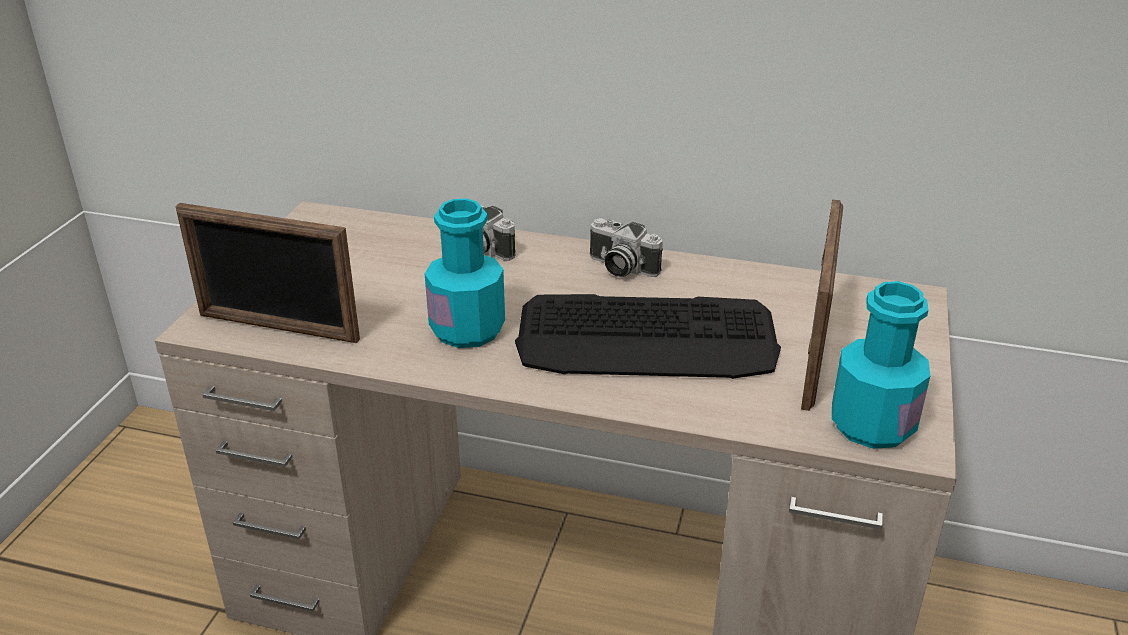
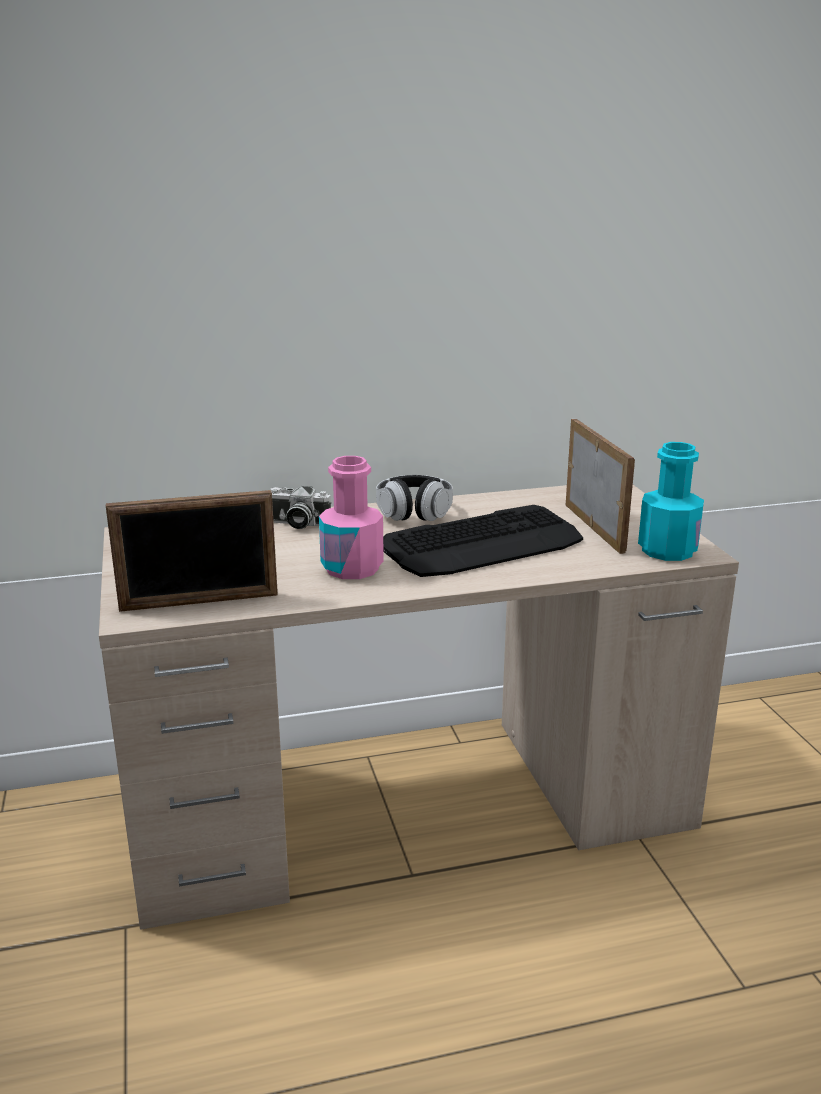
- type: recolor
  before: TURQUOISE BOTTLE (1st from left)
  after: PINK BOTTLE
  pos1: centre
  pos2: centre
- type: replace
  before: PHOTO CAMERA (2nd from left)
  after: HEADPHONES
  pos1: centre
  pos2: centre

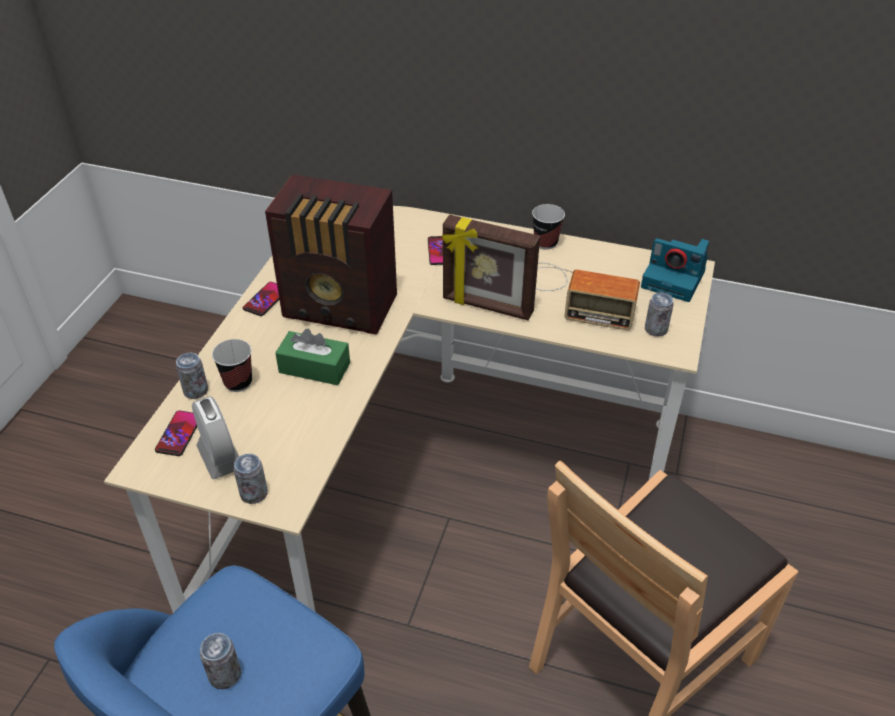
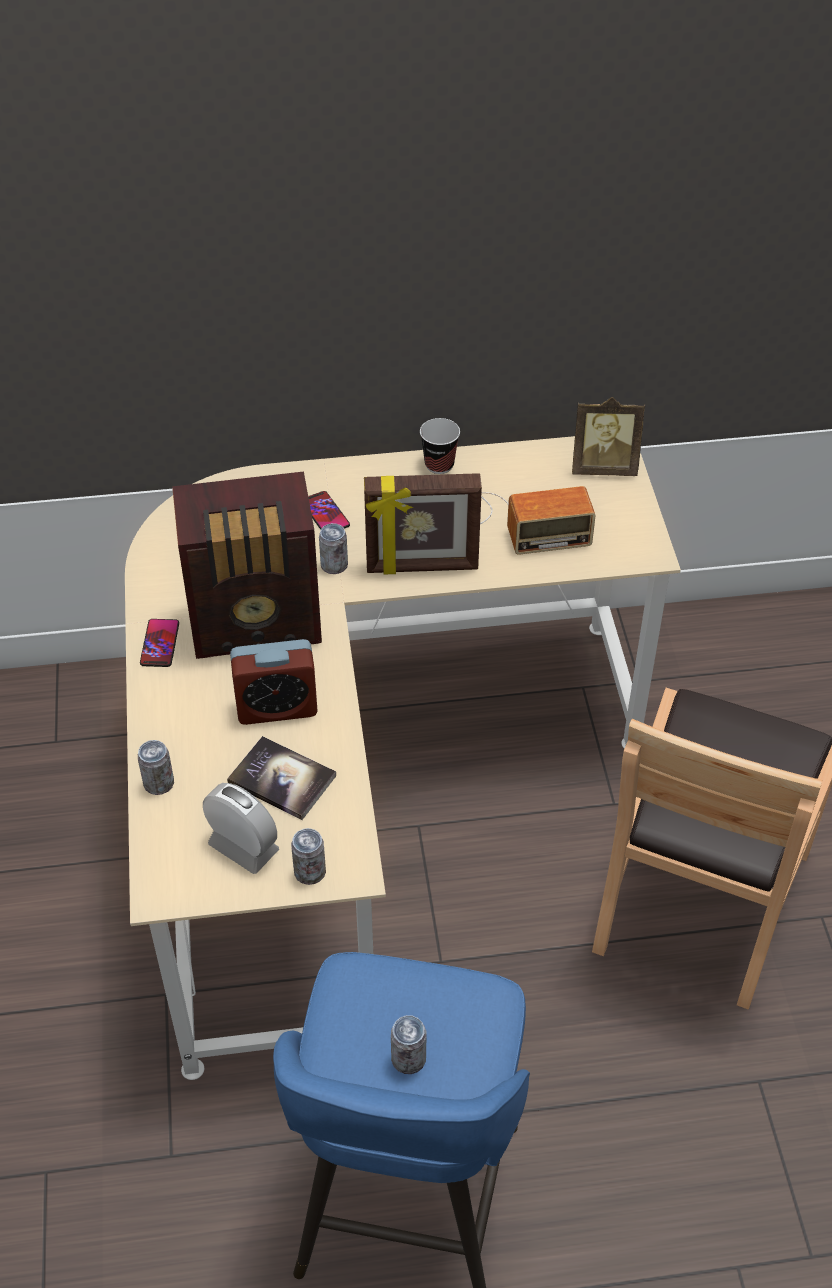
- type: replace
  before: PHOTO CAMERA
  after: PICTURE FRAME (2nd from left)
  pos1: middle right
  pos2: middle right
- type: move
  before: CAN (4th from left in the first image)
  after: CAN (3rd from left)
  pos1: middle right
  pos2: centre
- type: replace
  before: GREEN TISSUE BOX
  after: ALARM CLOCK (2nd from left)
  pos1: centre
  pos2: middle left
- type: delete
  before: CUP (1st from left)
  pos1: middle left
- type: delete
  before: PHONE (1st from left)
  pos1: middle left
- type: insert
  after: BOOK
  pos2: centre

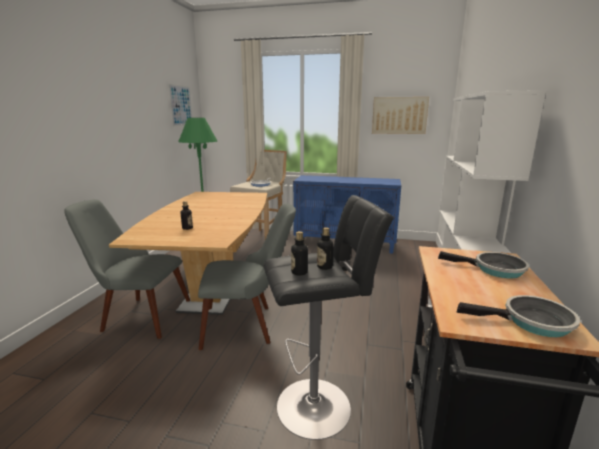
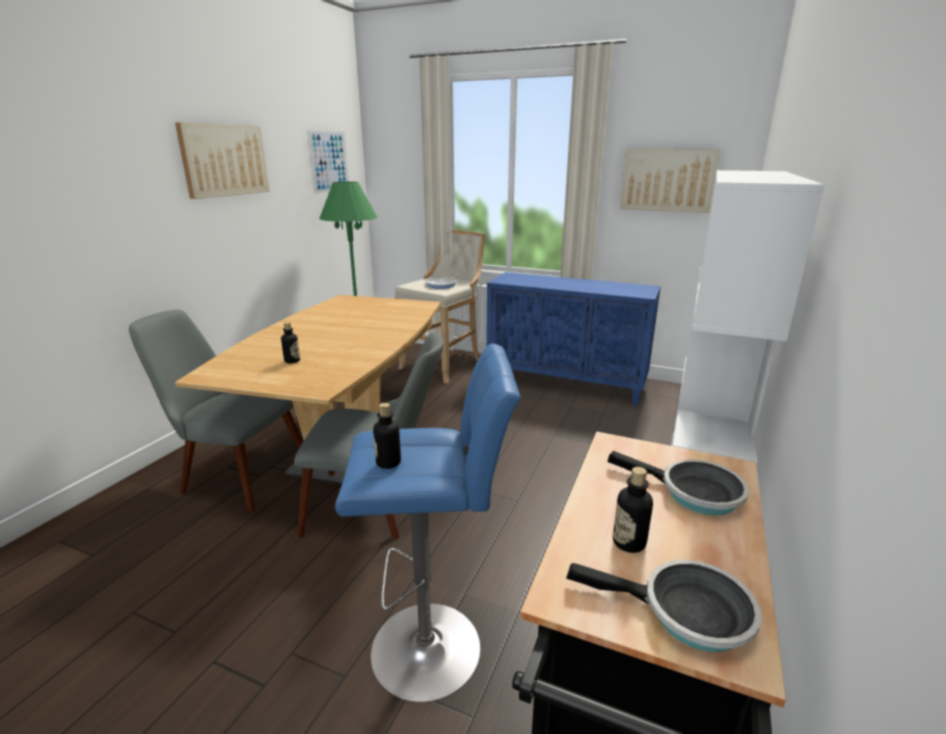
- type: recolor
  before: BLACK STOOL
  after: BLUE STOOL
  pos1: bottom centre
  pos2: bottom centre
- type: move
  before: BOTTLE (3rd from left)
  pos1: centre
  pos2: bottom right
- type: insert
  after: PICTURE (1st from left)
  pos2: top left

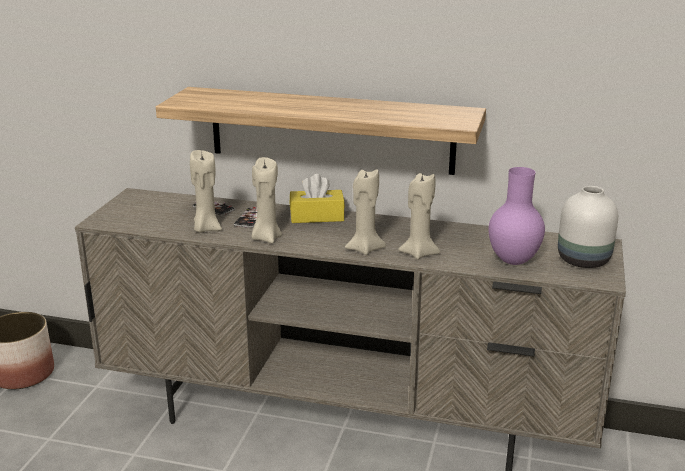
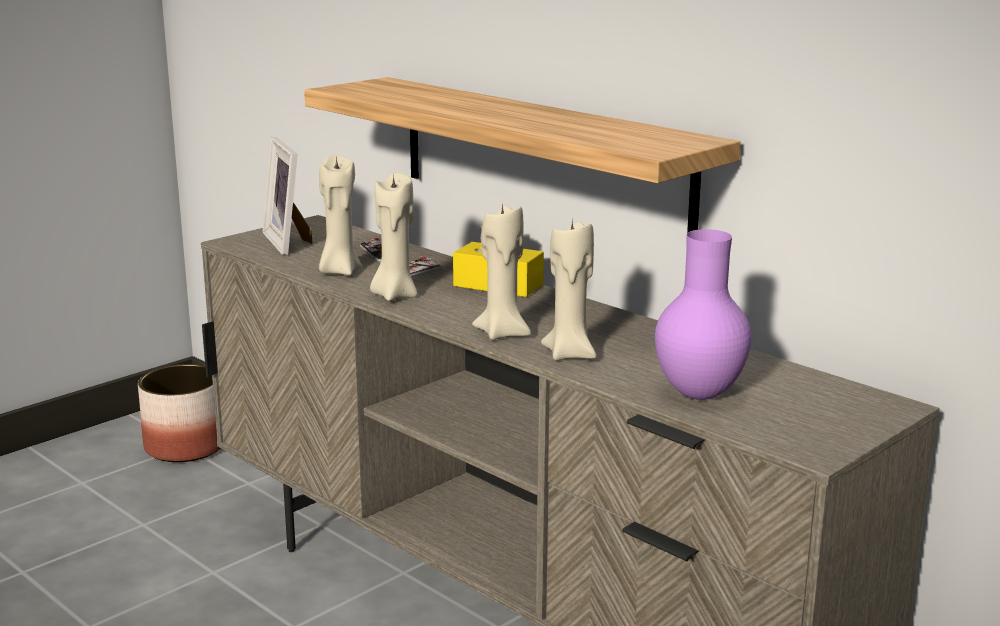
- type: delete
  before: WHITE VASE
  pos1: middle right
- type: insert
  after: PICTURE FRAME
  pos2: top left

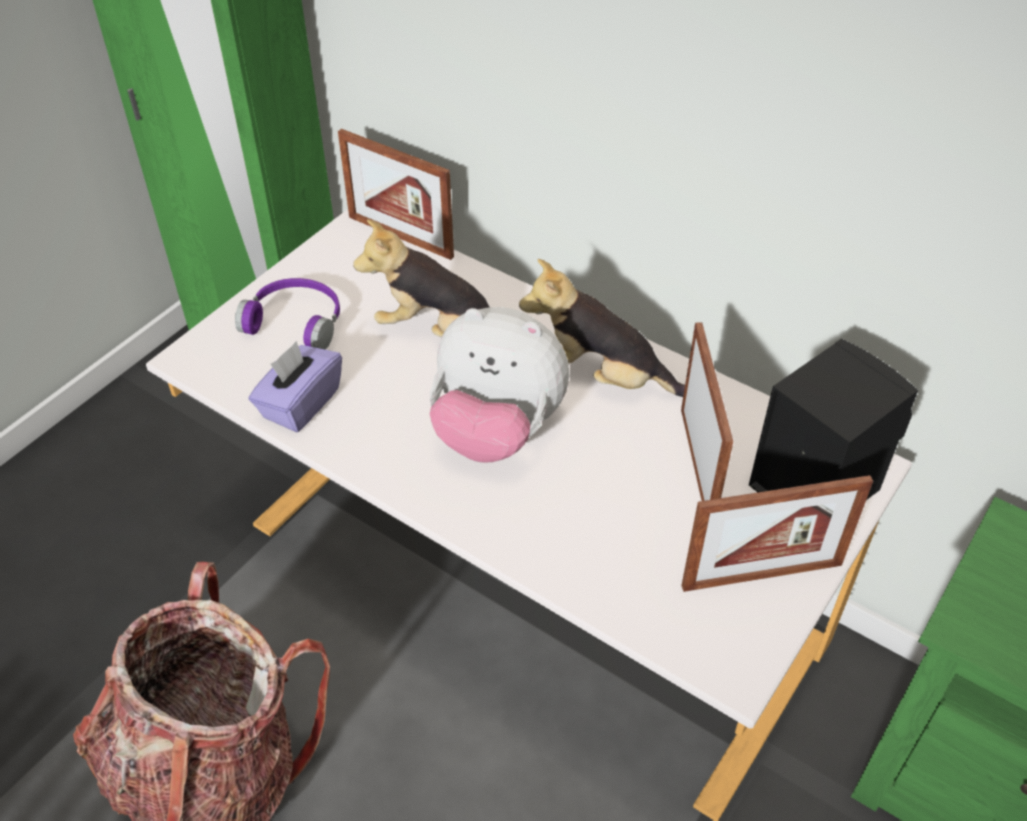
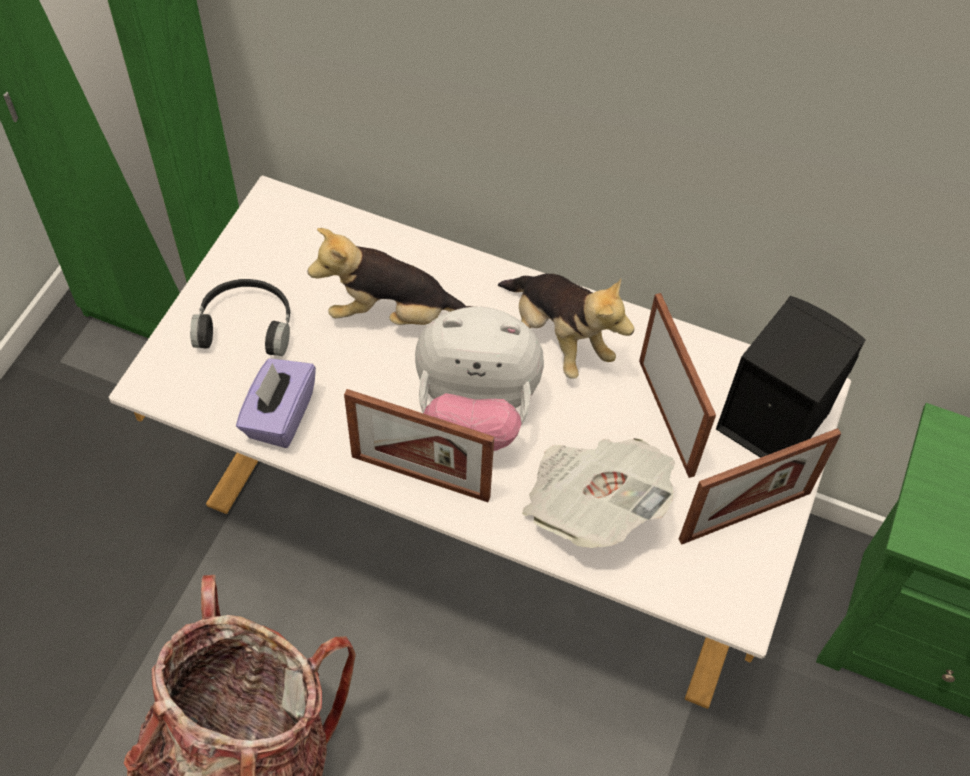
- type: move
  before: PICTURE FRAME (1st from left)
  pos1: top centre
  pos2: centre
- type: rotate
  before: PLUSH TOY (3rd from left)
  pos1: centre
  pos2: centre
  turn: -135
- type: recolor
  before: PURPLE HEADPHONES
  after: BLACK HEADPHONES
  pos1: middle left
  pos2: middle left
- type: insert
  after: NEWSPAPER
  pos2: centre

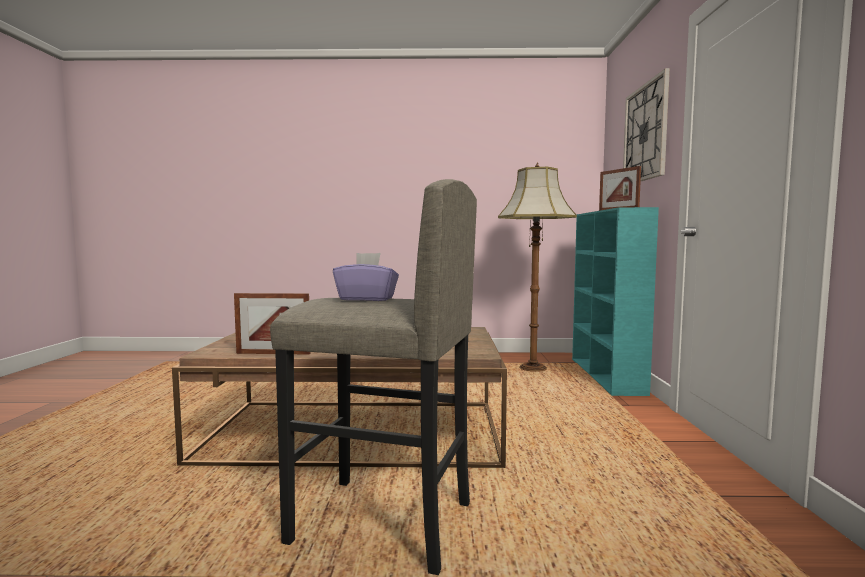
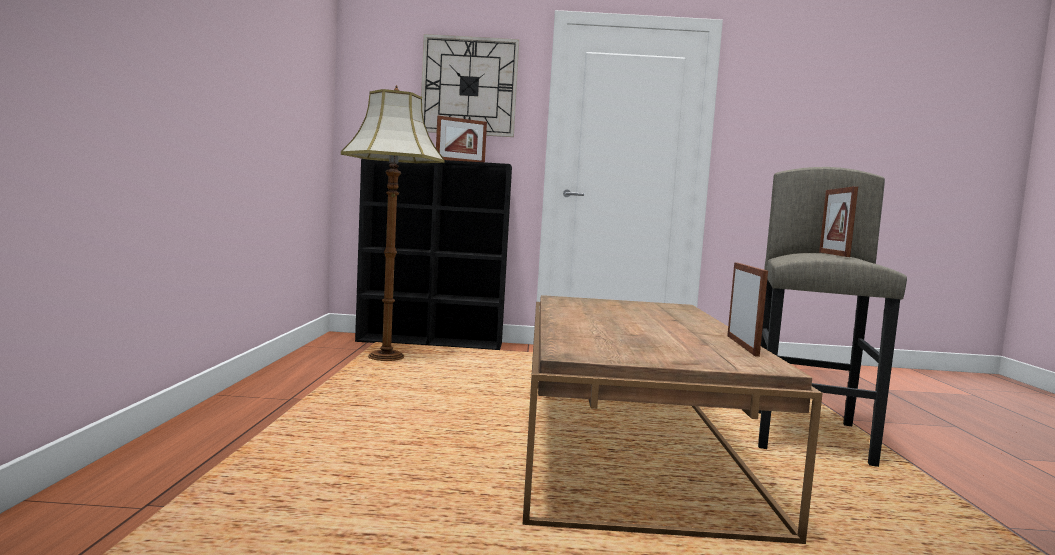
- type: recolor
  before: TURQUOISE BOOKCASE
  after: BLACK BOOKCASE
  pos1: middle right
  pos2: centre
- type: replace
  before: PURPLE TISSUE BOX
  after: PICTURE FRAME (3rd from left)
  pos1: centre
  pos2: middle right

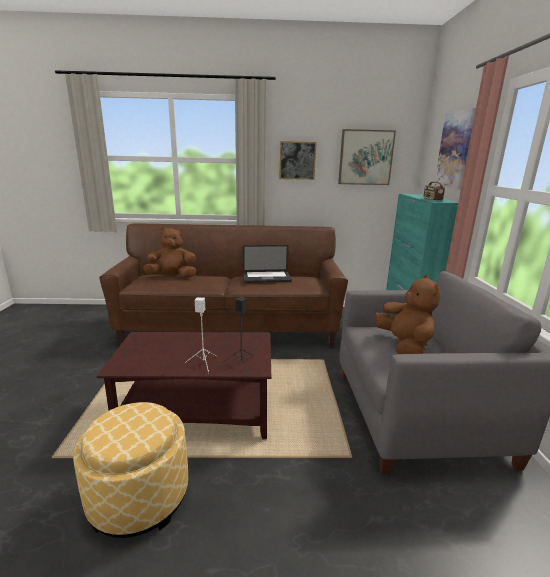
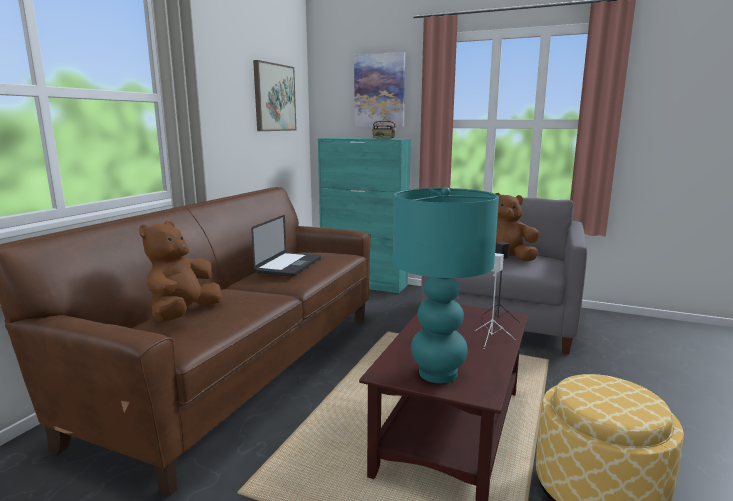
- type: delete
  before: PICTURE (1st from left)
  pos1: top centre
- type: insert
  after: TURQUOISE TABLE LAMP
  pos2: centre

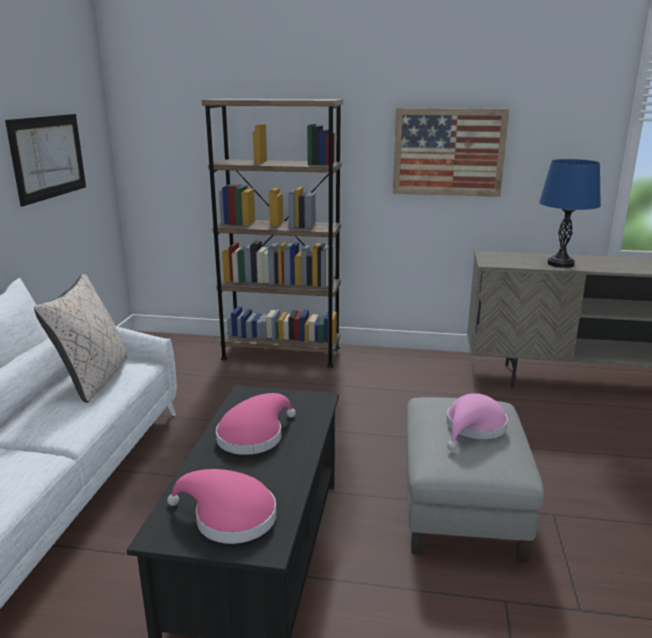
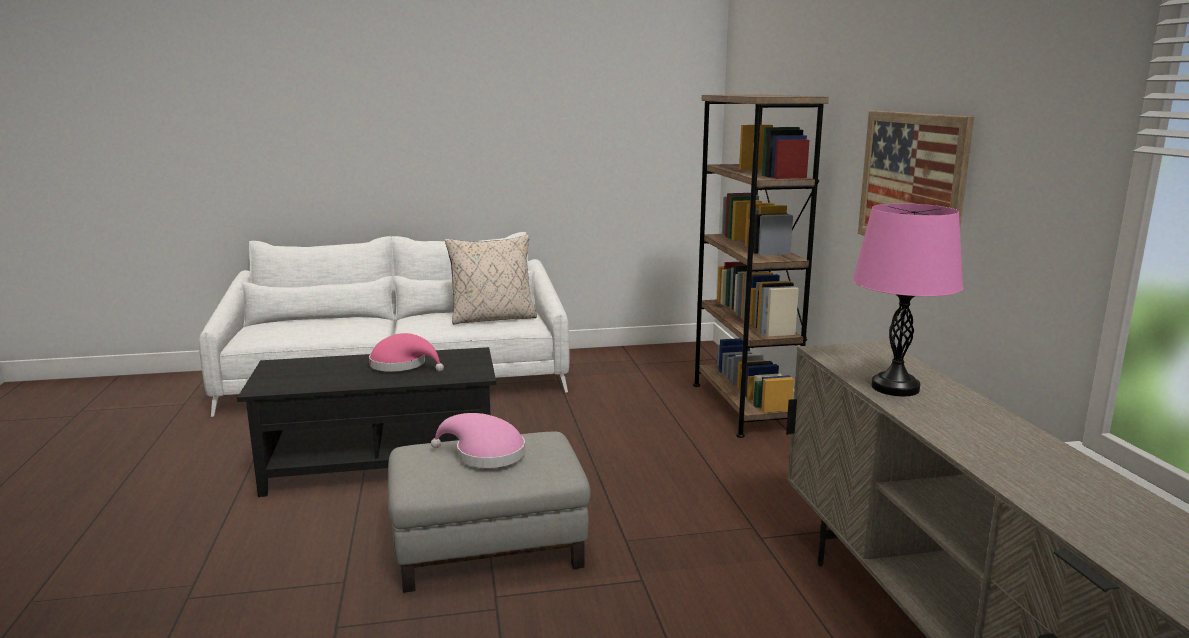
- type: delete
  before: PICTURE (1st from left)
  pos1: top left
- type: recolor
  before: BLUE TABLE LAMP
  after: PINK TABLE LAMP
  pos1: middle right
  pos2: middle right
- type: delete
  before: PINK HAT (1st from left)
  pos1: bottom centre

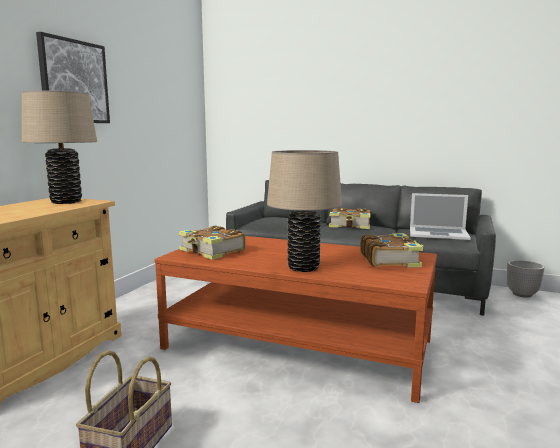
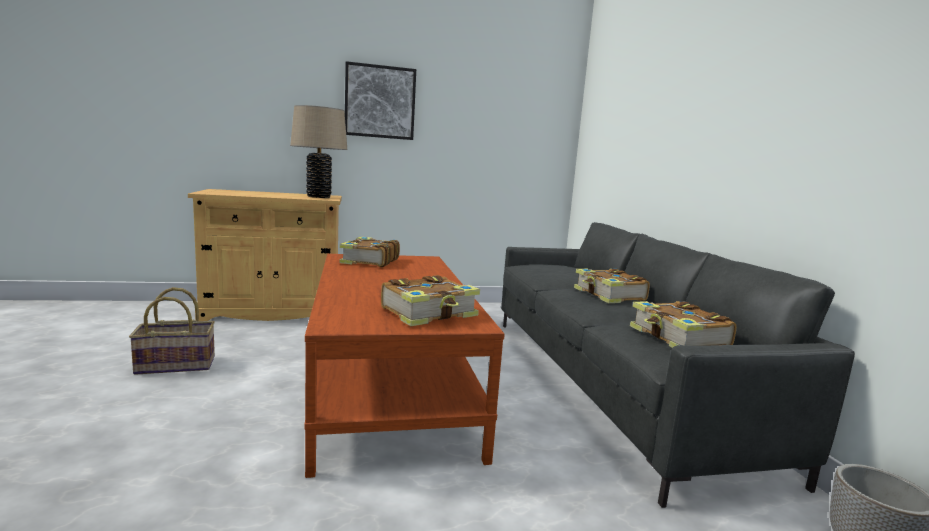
- type: delete
  before: BEIGE TABLE LAMP (2nd from left)
  pos1: centre
- type: replace
  before: LAPTOP
  after: BOOK (4th from left)
  pos1: middle right
  pos2: middle right

